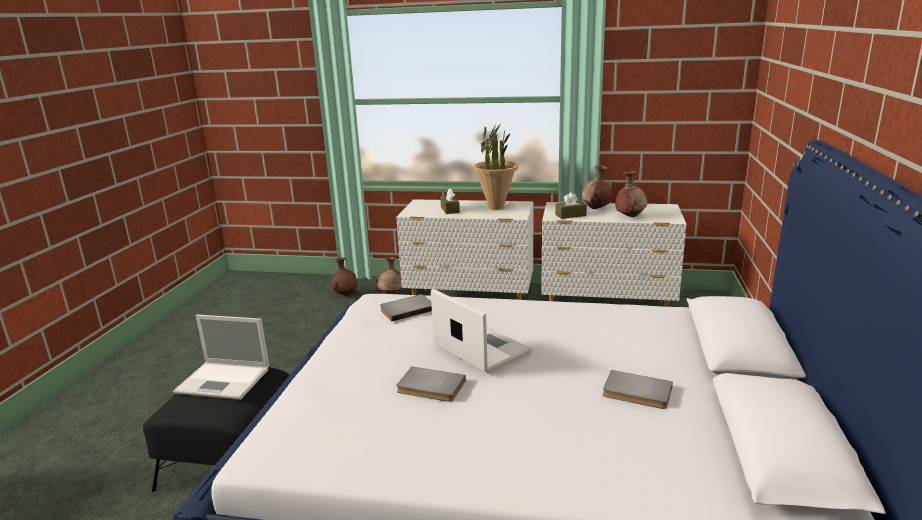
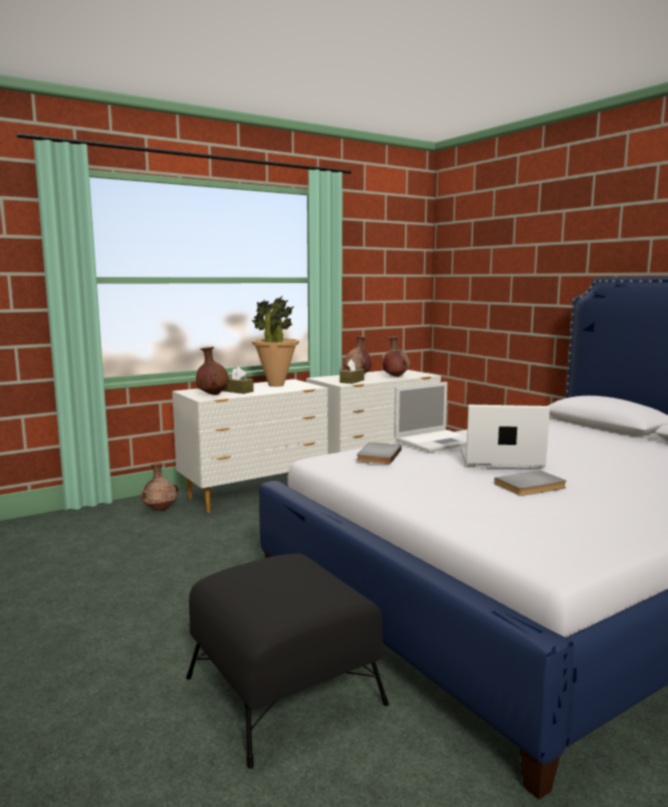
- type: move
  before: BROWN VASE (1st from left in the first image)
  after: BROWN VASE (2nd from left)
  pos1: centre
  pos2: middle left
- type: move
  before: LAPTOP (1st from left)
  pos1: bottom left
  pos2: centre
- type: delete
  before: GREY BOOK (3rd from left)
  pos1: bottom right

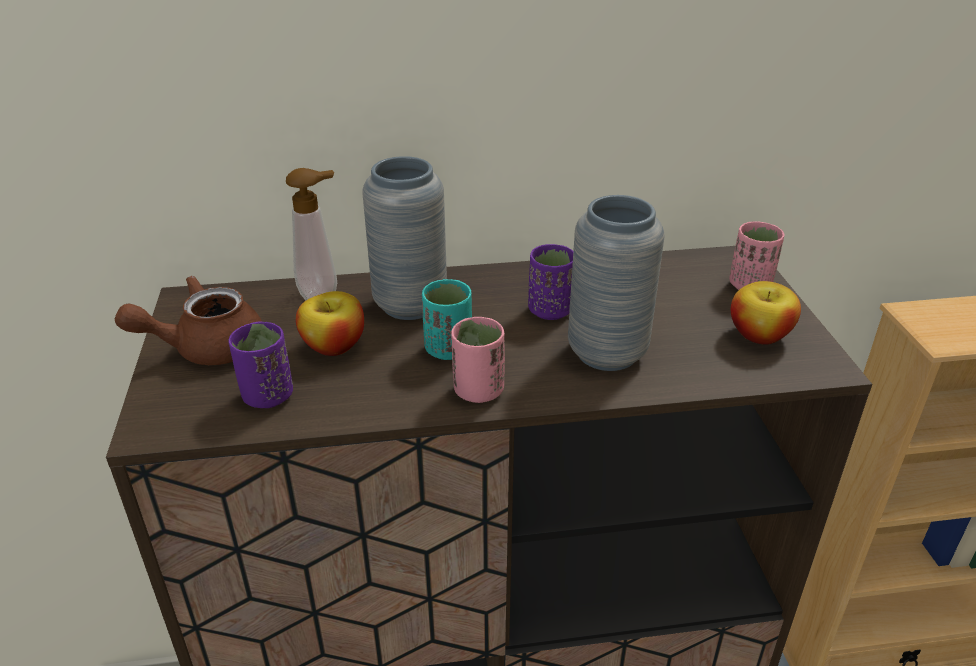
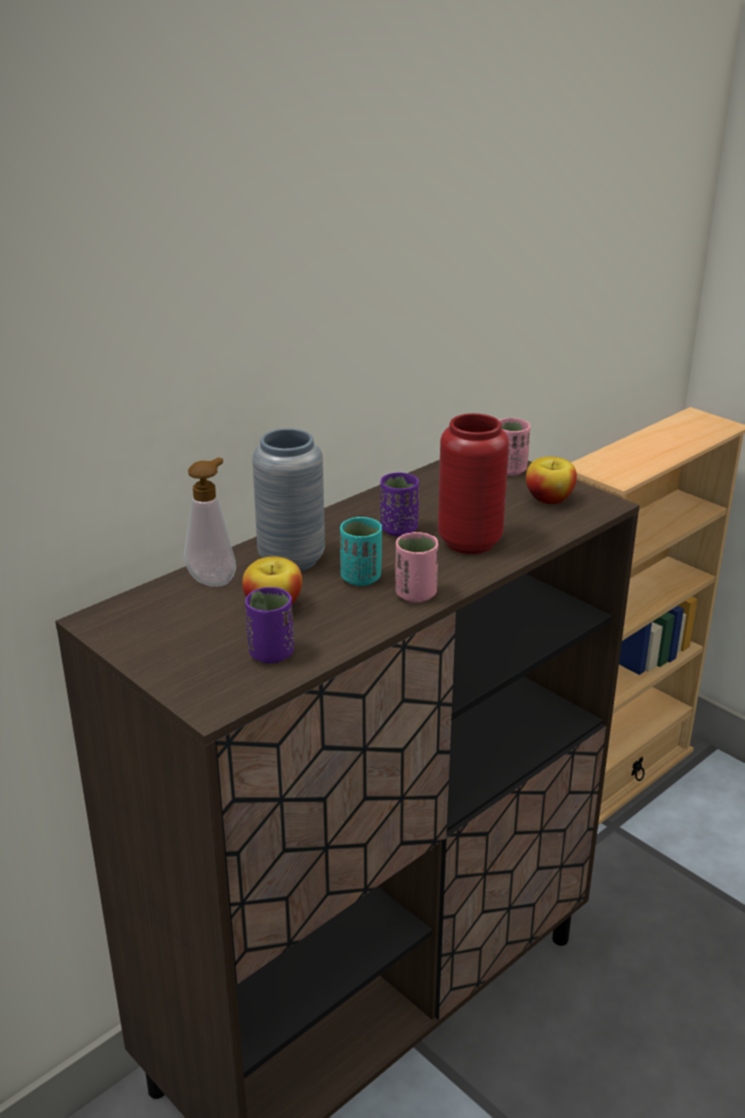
- type: recolor
  before: GREY VASE (2nd from left)
  after: RED VASE
  pos1: centre
  pos2: centre
- type: delete
  before: BROWN TEAPOT
  pos1: middle left

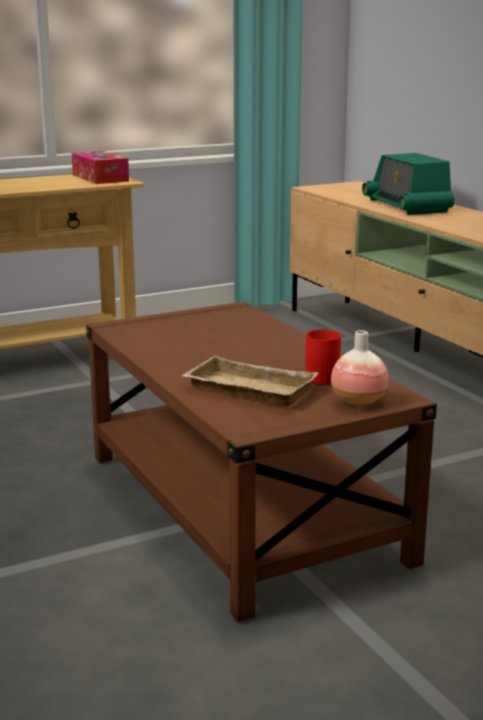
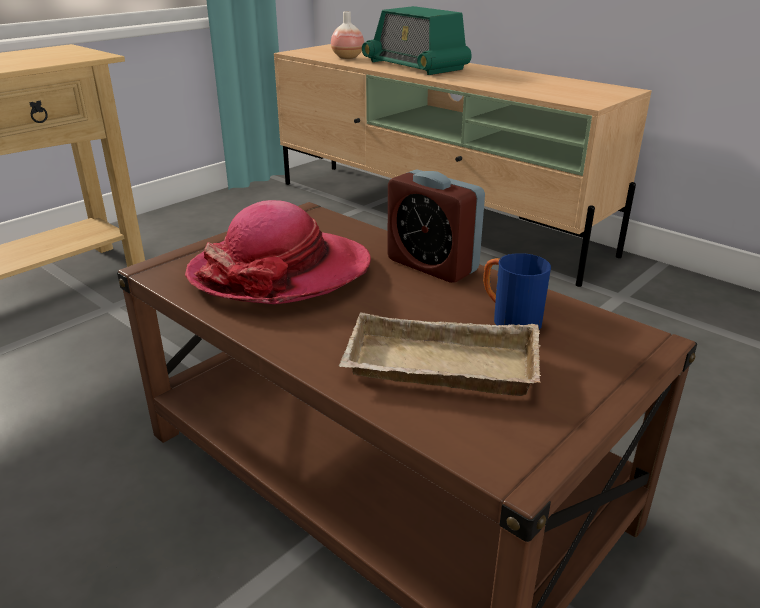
- type: delete
  before: TISSUE BOX
  pos1: top left
- type: recolor
  before: RED MUG
  after: BLUE MUG
  pos1: middle right
  pos2: middle right
- type: move
  before: VASE
  pos1: middle right
  pos2: top centre
- type: insert
  after: ALARM CLOCK
  pos2: centre
- type: insert
  after: HAT
  pos2: centre

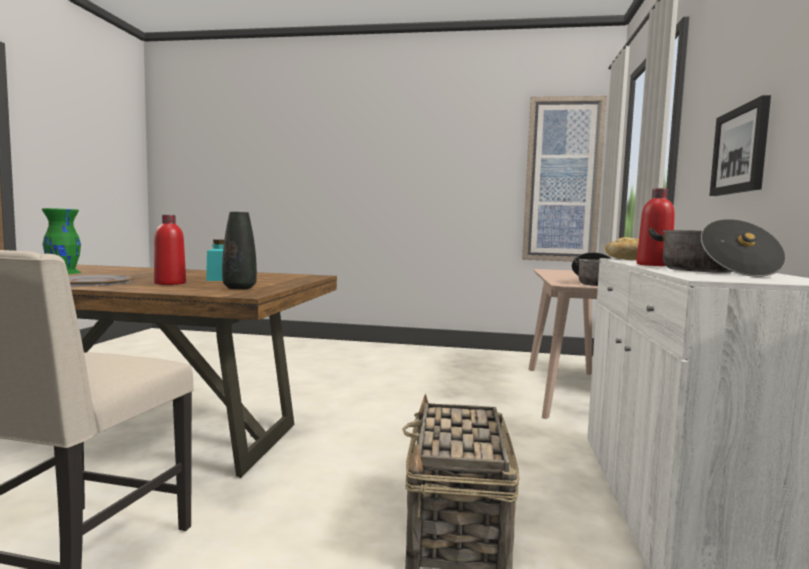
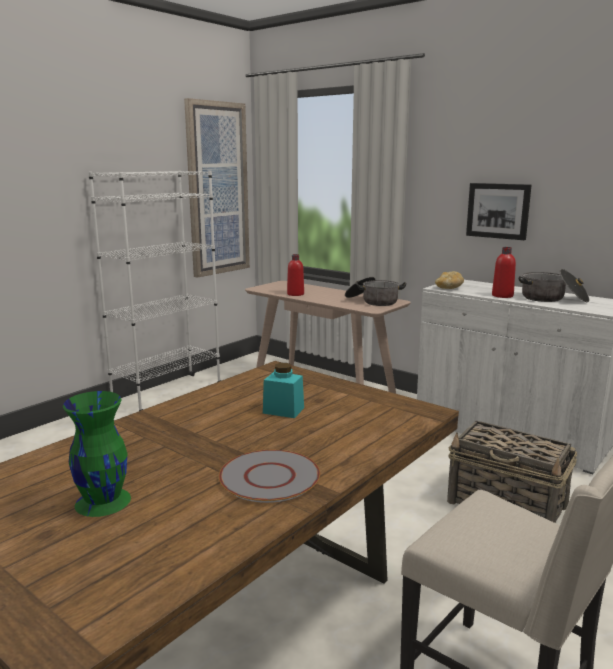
- type: delete
  before: BLACK VASE
  pos1: middle left
- type: move
  before: RED BOTTLE (1st from left)
  pos1: middle left
  pos2: centre
- type: insert
  after: WHITE BOOKCASE
  pos2: middle left

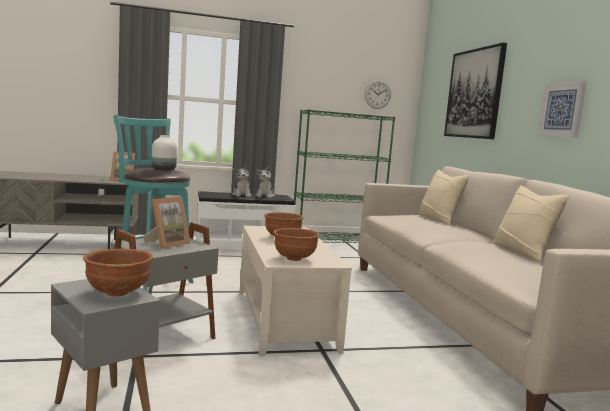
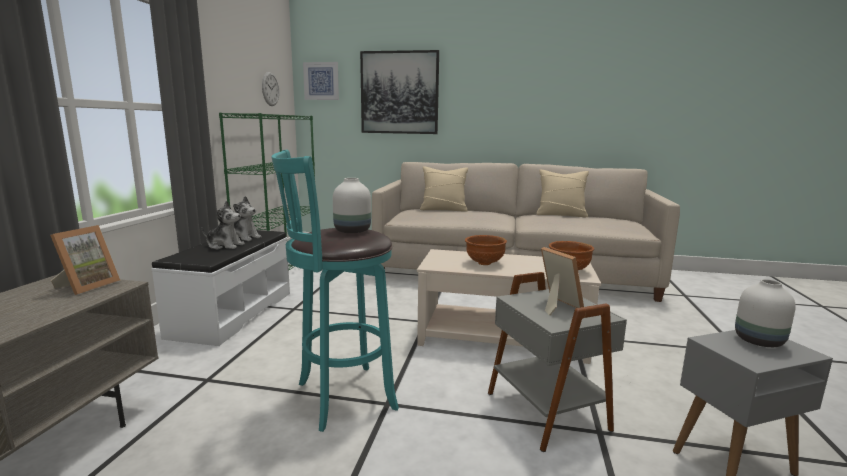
- type: move
  before: PICTURE (2nd from left in the first image)
  after: PICTURE (1st from left)
  pos1: top right
  pos2: top centre
- type: replace
  before: BROWN BOWL (1st from left)
  after: WHITE VASE (2nd from left)
  pos1: middle left
  pos2: middle right

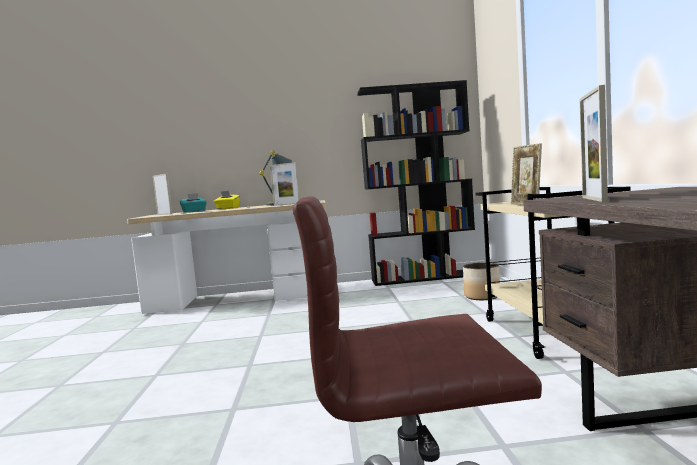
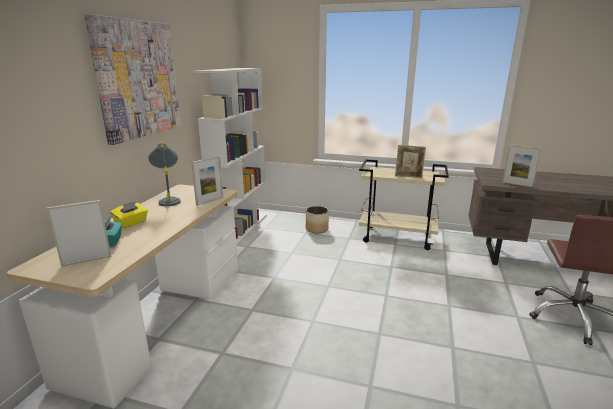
- type: recolor
  before: BLACK BOOKCASE
  after: WHITE BOOKCASE
  pos1: centre
  pos2: centre
- type: insert
  after: PICTURE
  pos2: top left

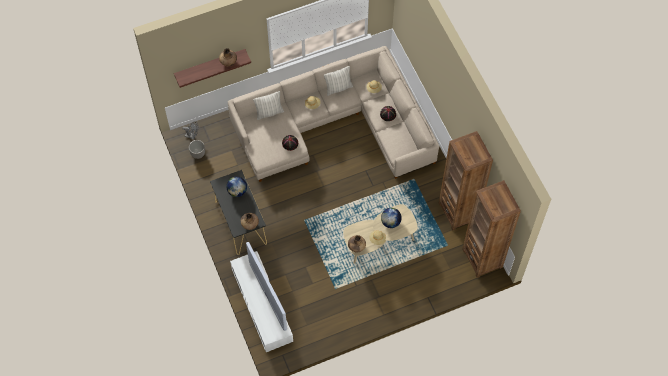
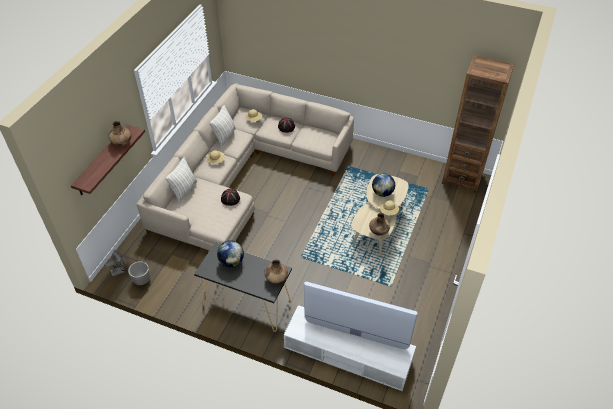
- type: delete
  before: BROWN BOOKCASE (1st from left)
  pos1: middle right

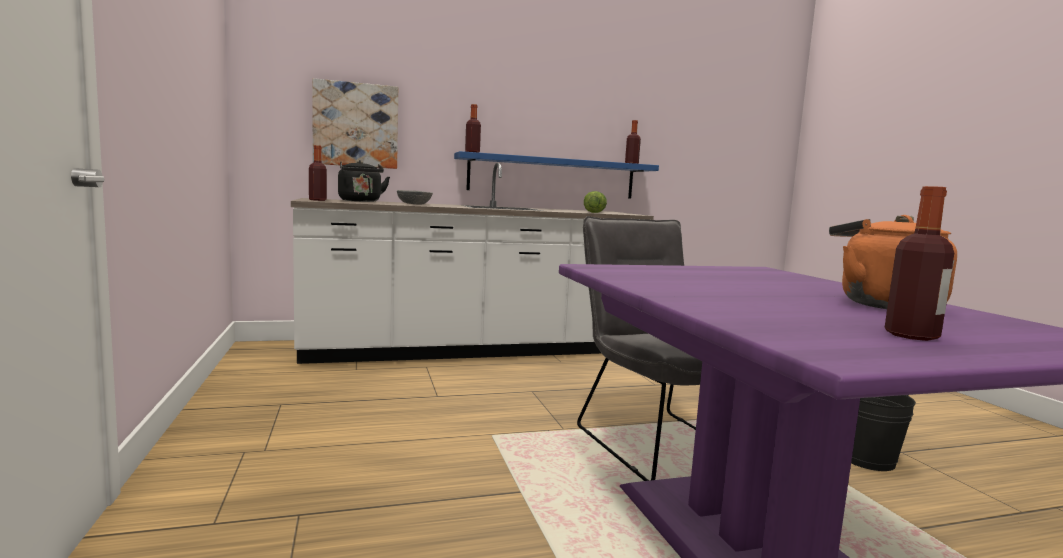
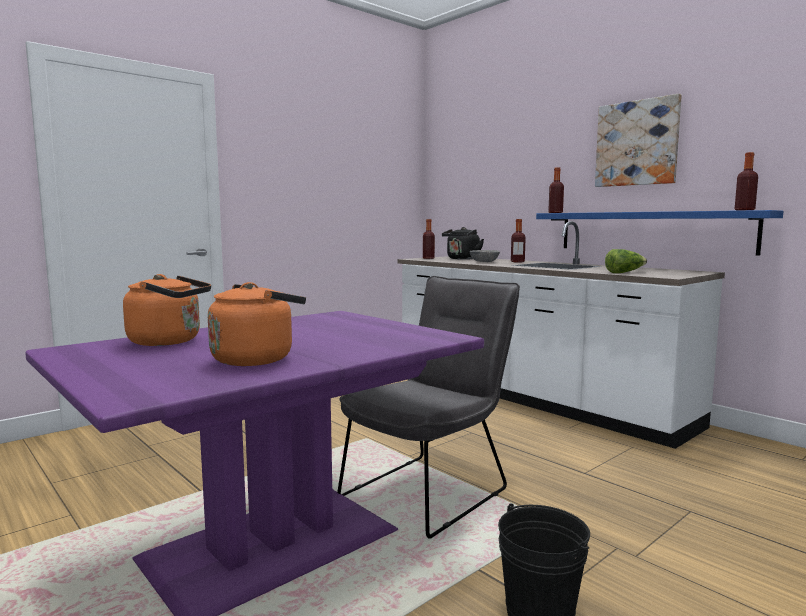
- type: move
  before: PICTURE
  pos1: top centre
  pos2: top right
- type: move
  before: BOTTLE (4th from left in the first image)
  after: BOTTLE (2nd from left)
  pos1: middle right
  pos2: centre
- type: insert
  after: ORANGE KETTLE (1st from left)
  pos2: middle left

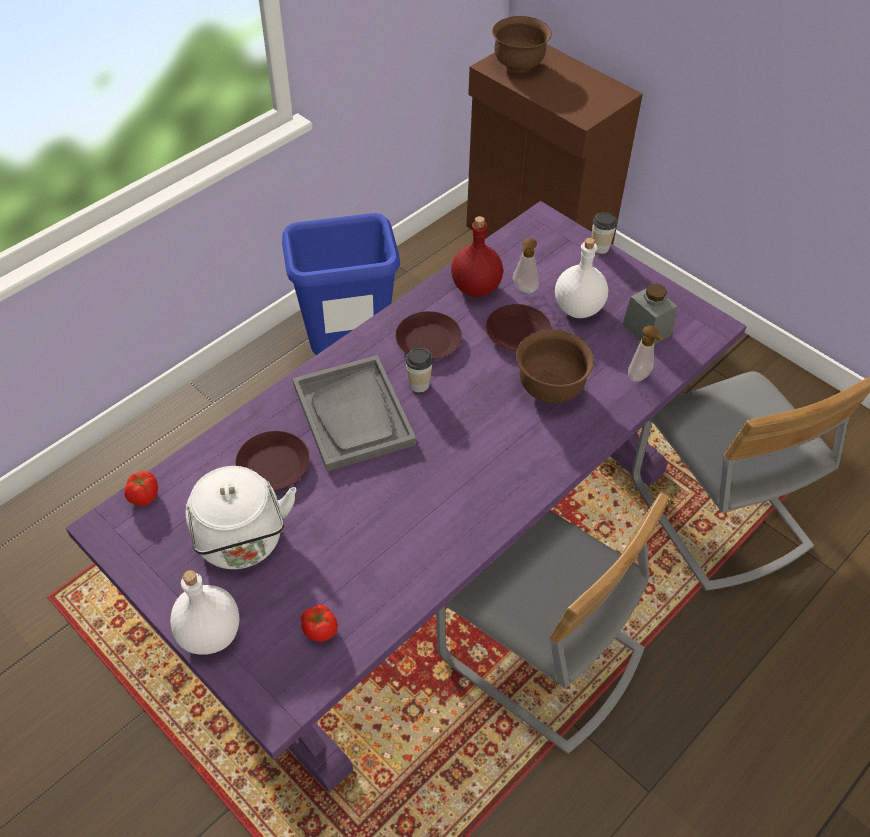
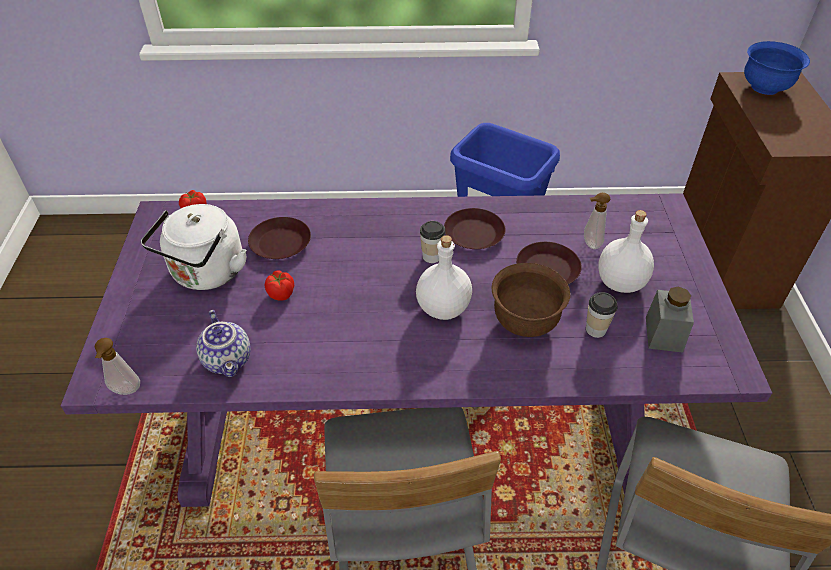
- type: recolor
  before: BROWN BOWL (1st from left)
  after: BLUE BOWL
  pos1: top centre
  pos2: top right
- type: move
  before: CUP (2nd from left)
  pos1: top right
  pos2: middle right
- type: delete
  before: RED BOTTLE
  pos1: top centre
- type: move
  before: SOAP DISPENSER (2nd from left in the first image)
  after: SOAP DISPENSER (1st from left)
  pos1: middle right
  pos2: middle left
- type: delete
  before: GREY TRAY
  pos1: centre
- type: move
  before: WHITE BOTTLE (1st from left)
  pos1: bottom left
  pos2: centre
- type: move
  before: TOMATO (2nd from left)
  pos1: bottom centre
  pos2: centre
- type: insert
  after: TEAPOT
  pos2: middle left

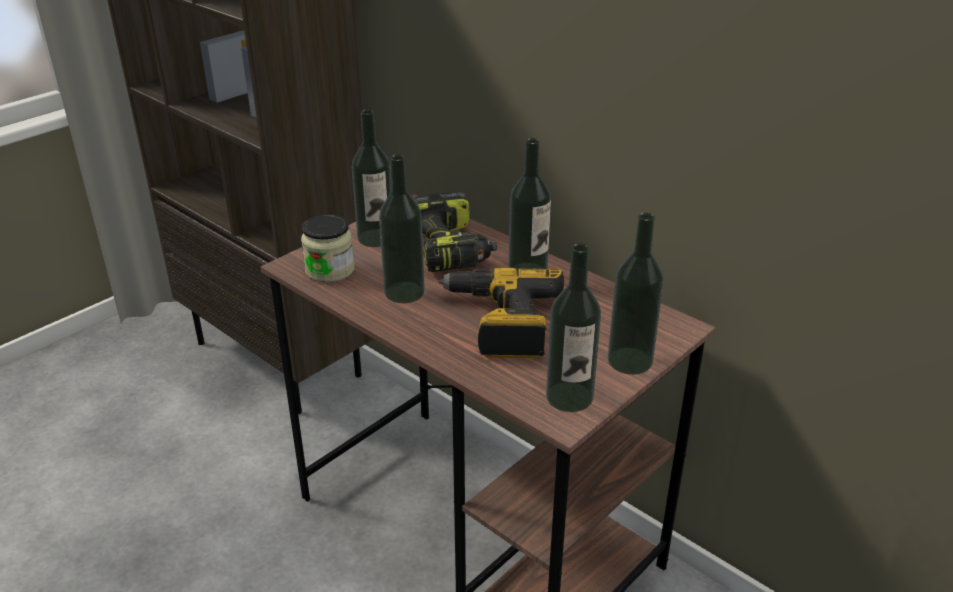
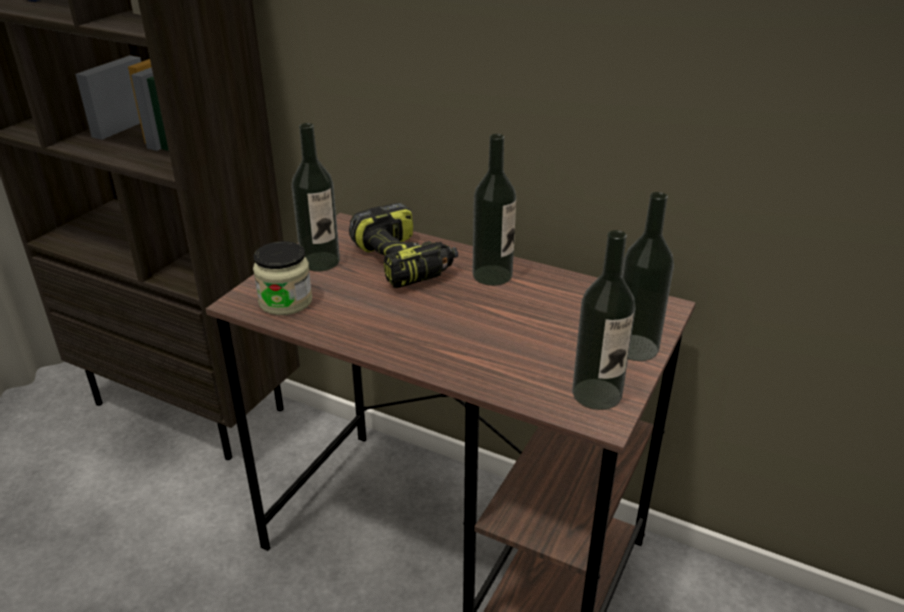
- type: delete
  before: BOTTLE (2nd from left)
  pos1: centre
- type: delete
  before: POWER DRILL (2nd from left)
  pos1: centre

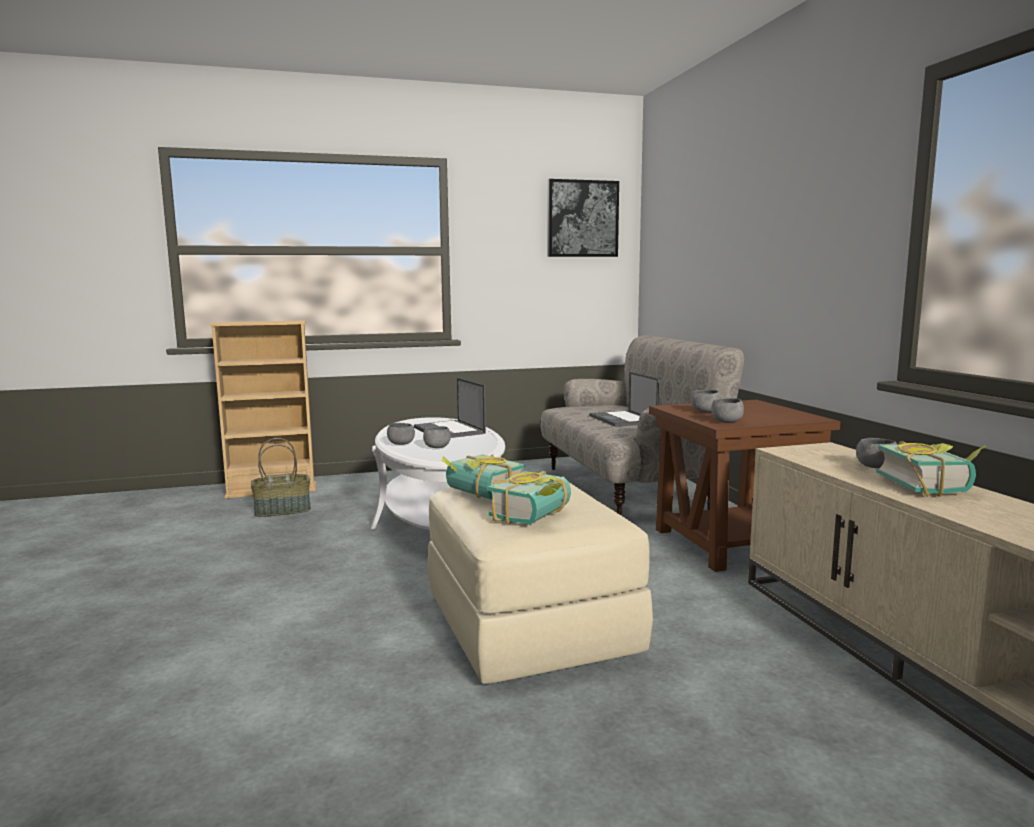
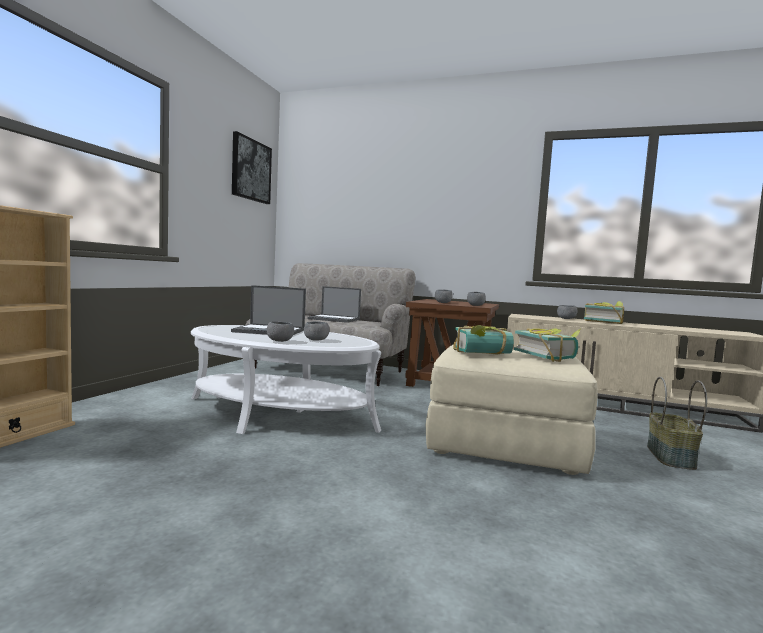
- type: move
  before: BASKET
  pos1: middle left
  pos2: bottom right

